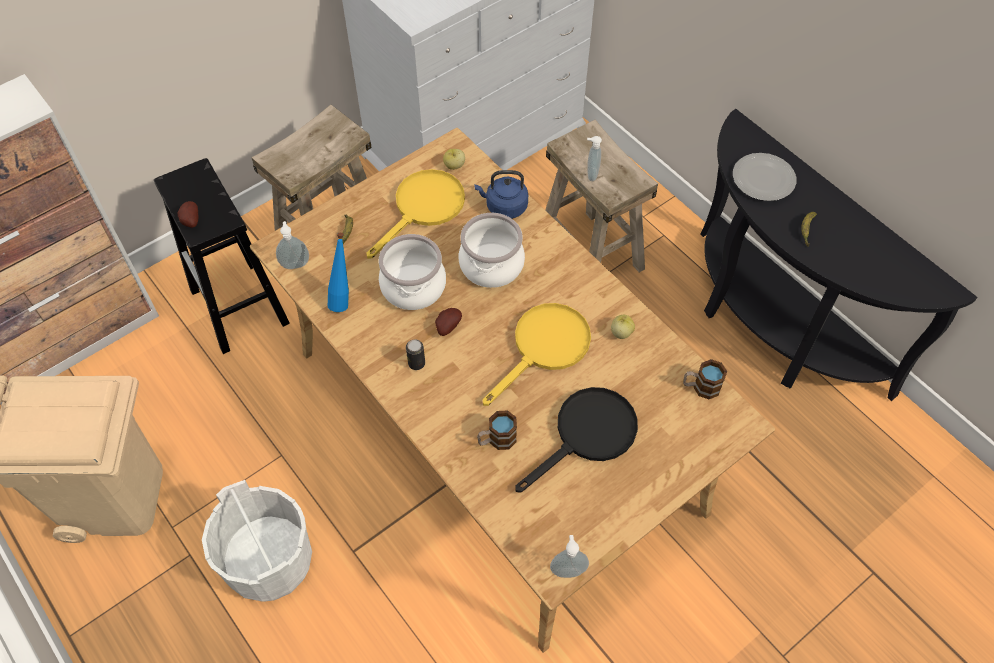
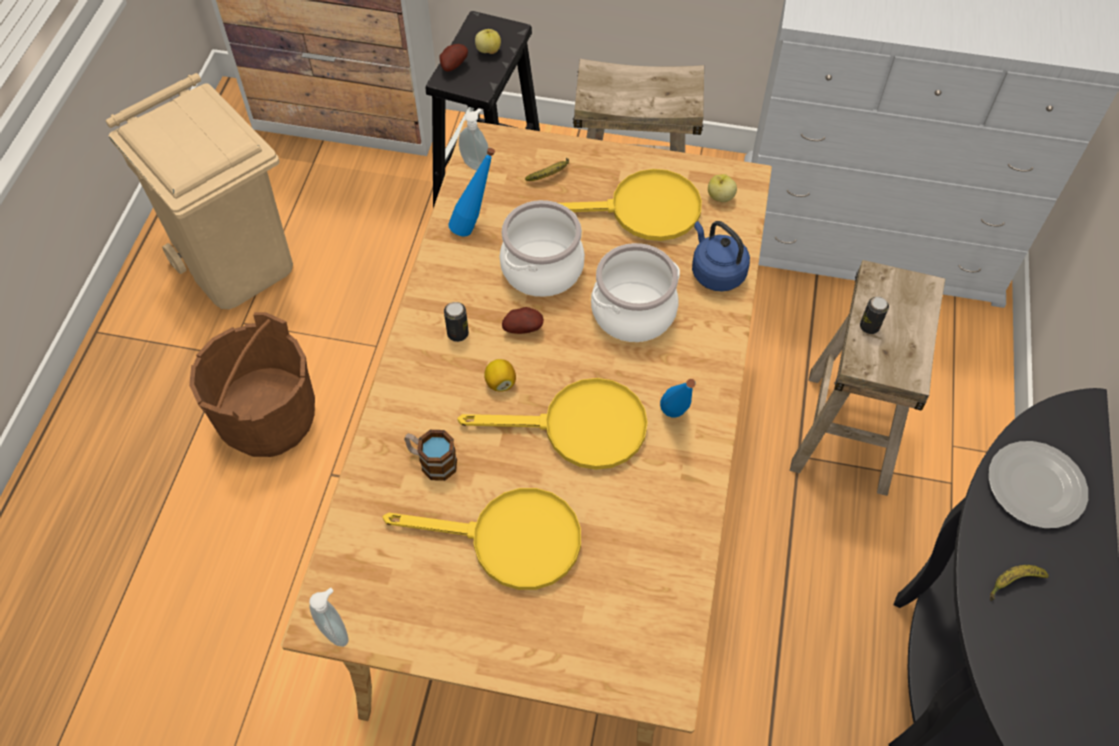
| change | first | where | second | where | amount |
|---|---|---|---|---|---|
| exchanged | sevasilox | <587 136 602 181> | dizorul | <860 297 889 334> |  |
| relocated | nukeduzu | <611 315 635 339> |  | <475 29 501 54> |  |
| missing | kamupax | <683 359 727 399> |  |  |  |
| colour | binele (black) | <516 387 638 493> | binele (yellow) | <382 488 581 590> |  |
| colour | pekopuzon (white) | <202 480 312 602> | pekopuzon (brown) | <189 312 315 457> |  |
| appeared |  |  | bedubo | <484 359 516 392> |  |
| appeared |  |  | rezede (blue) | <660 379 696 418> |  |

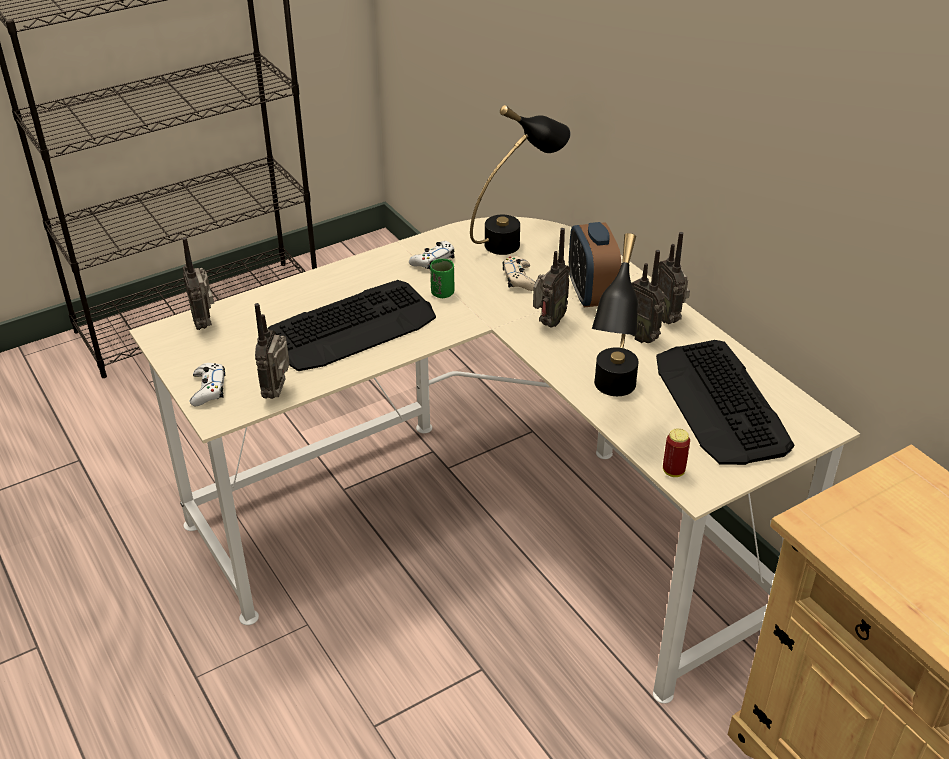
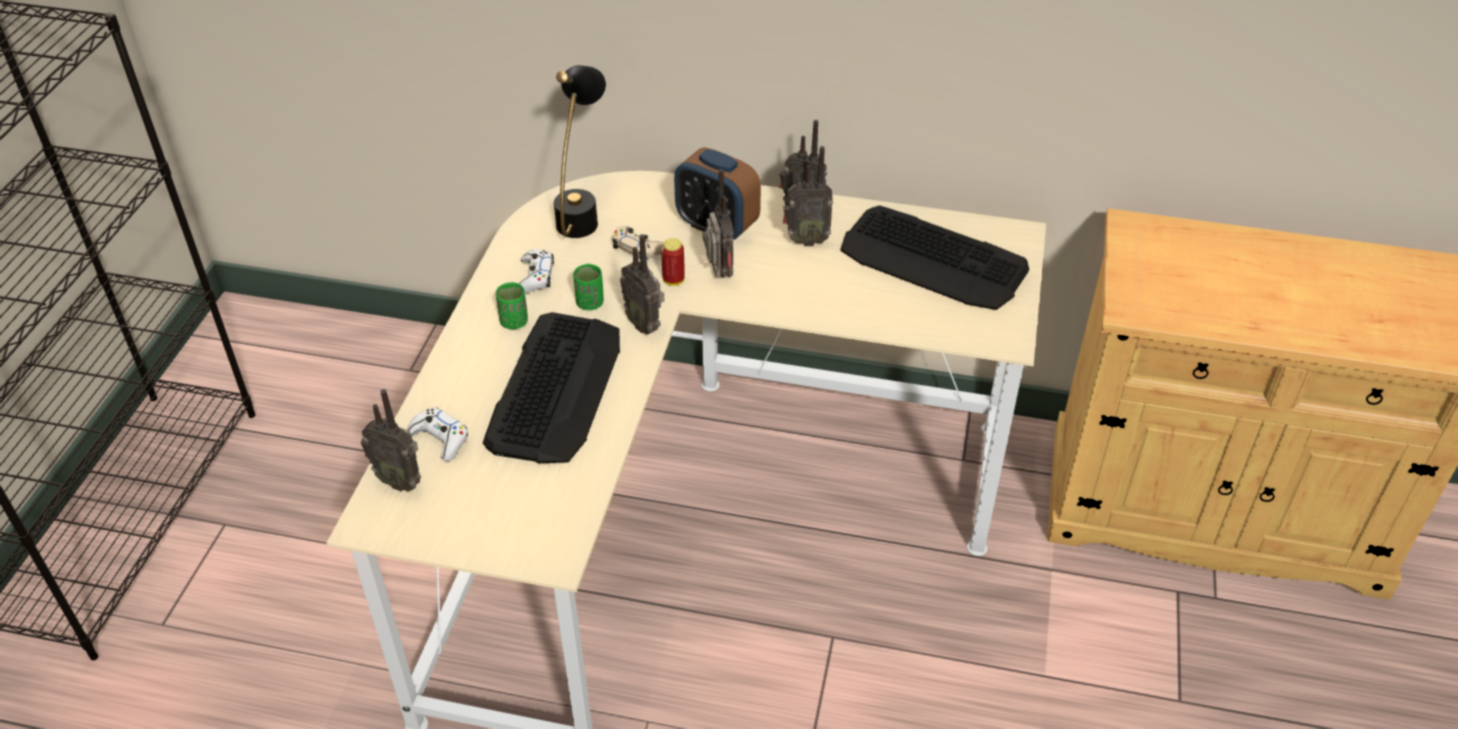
| change | first | where | second | where | amount |
|---|---|---|---|---|---|
| missing | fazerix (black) | <592 233 639 396> |  |  |  |
| relocated | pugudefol | <255 303 290 399> |  | <620 234 664 335> |  |
| relocated | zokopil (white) | <190 363 225 406> |  | <407 407 468 461> |  |
| relocated | dizorul | <663 428 690 477> |  | <661 238 685 286> |  |
| appeared |  |  | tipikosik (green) | <496 282 528 329> |  |

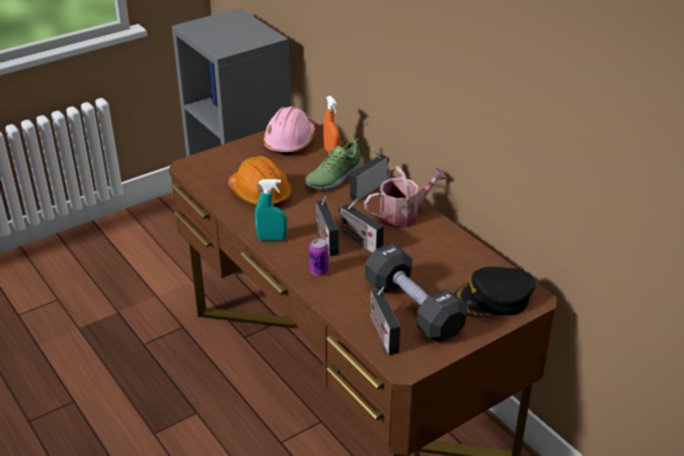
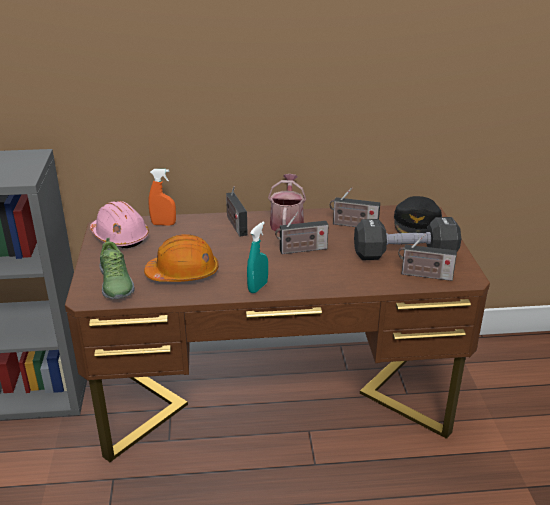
| change | first | where | second | where | amount |
|---|---|---|---|---|---|
| relocated | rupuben | <305 139 364 190> |  | <99 238 135 299> |  |
| relocated | pugudefol | <316 197 339 256> |  | <329 187 380 227> |  |
| missing | dizorul | <309 238 329 276> |  |  |  |

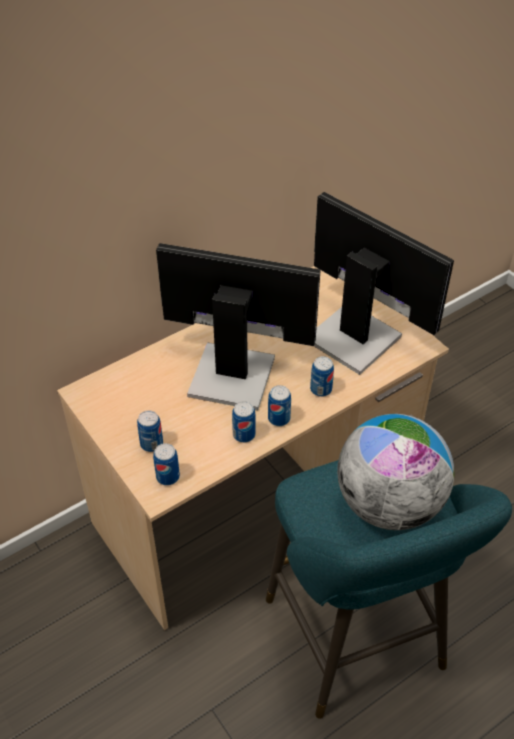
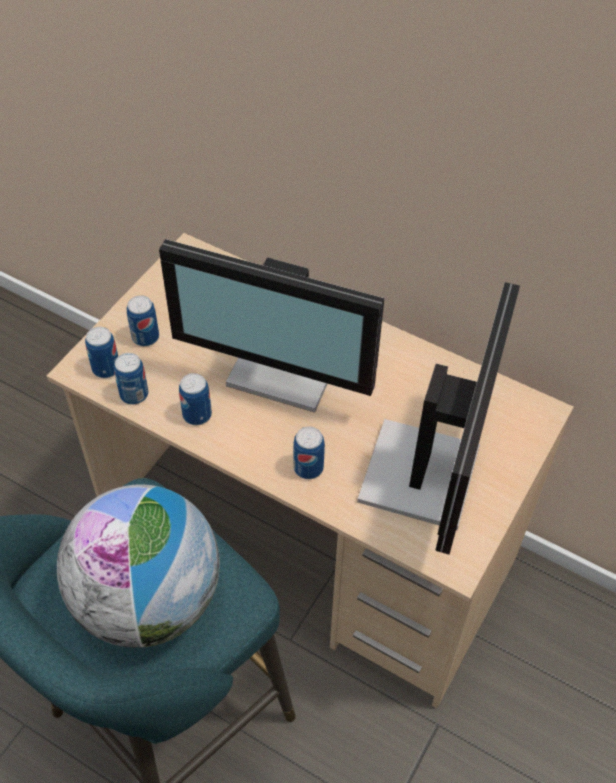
| change | first | where | second | where | amount |
|---|---|---|---|---|---|
| spun | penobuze | <156 243 321 411> |  | <159 239 384 413> | 120 degrees clockwise |
| relocated | dizorul | <268 385 291 426> |  | <114 353 148 405> |  |

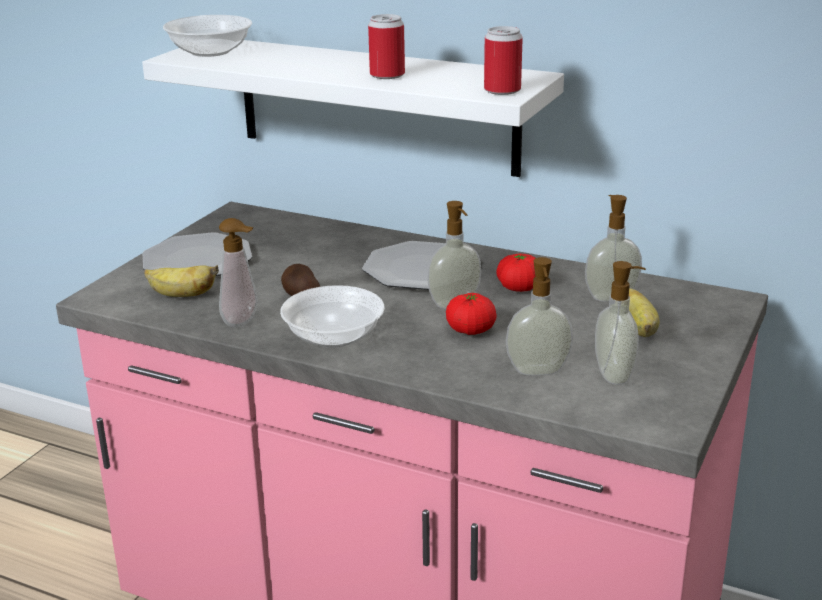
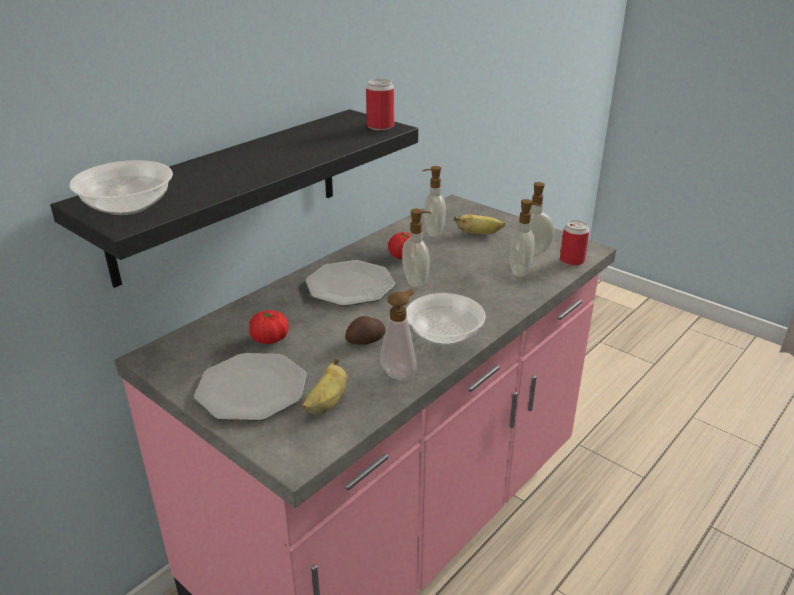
| change | first | where | second | where | amount |
|---|---|---|---|---|---|
| relocated | dizorul | <368 14 405 79> |  | <560 220 590 266> |  |
| colour | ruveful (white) | <142 40 564 177> | ruveful (black) | <50 109 418 288> |  |
| relocated | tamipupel | <446 293 496 335> |  | <249 310 289 344> |  |

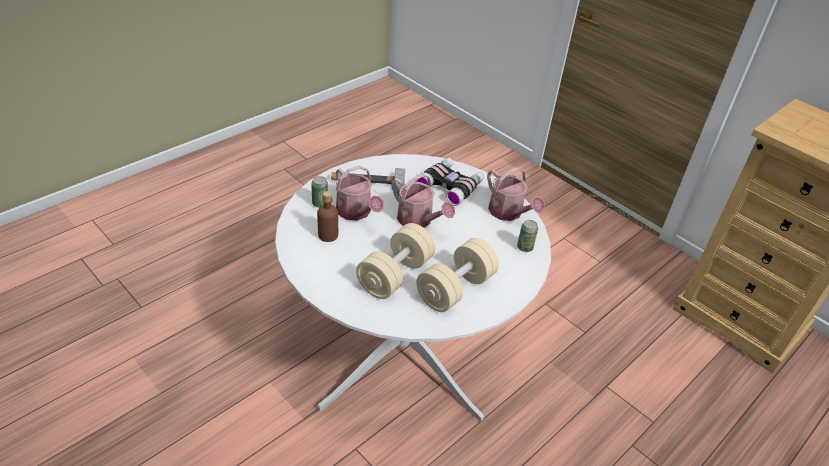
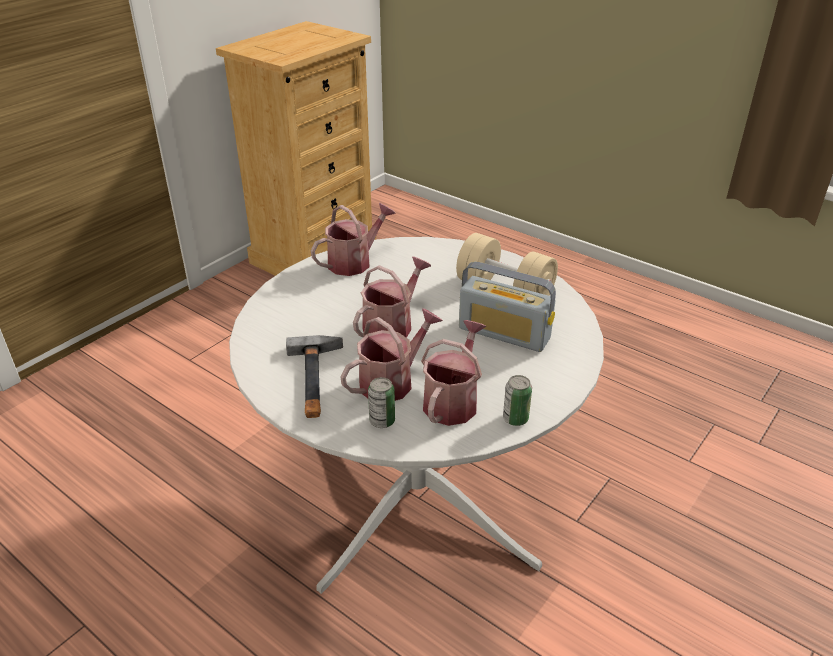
| change | first | where | second | where | amount |
|---|---|---|---|---|---|
| missing | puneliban | <416 158 484 206> |  |  |  |
| exchanged | rezede (brown) | <317 191 338 242> | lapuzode | <421 320 487 426> |  |
| relocated | dizorul | <517 220 538 252> |  | <503 375 532 426> |  |
| exchanged | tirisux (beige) | <356 223 435 299> | pugudefol | <459 262 556 352> |  |

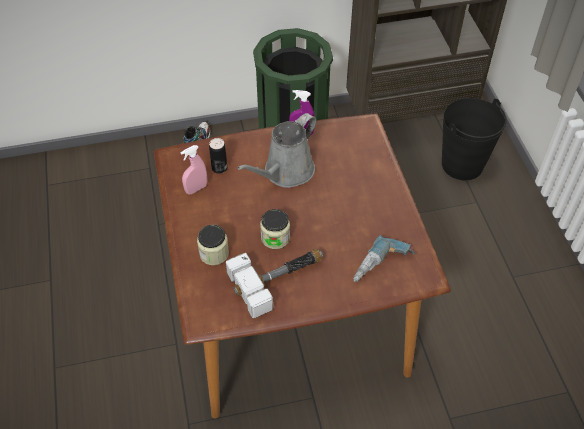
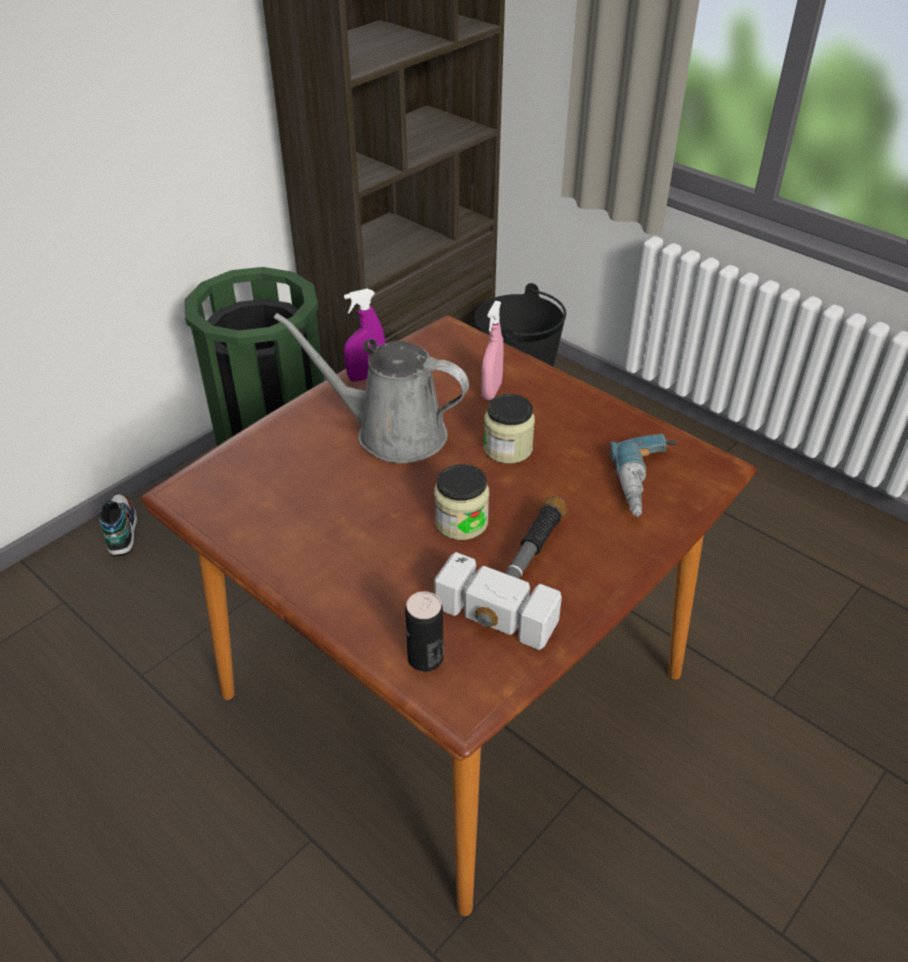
| change | first | where | second | where | amount |
|---|---|---|---|---|---|
| spun | lapuzode (grey) | <237 113 316 188> |  | <274 313 469 463> | 105 degrees clockwise |
| relocated | dizorul | <209 138 227 174> |  | <405 591 443 672> |  |
| relocated | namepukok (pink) | <181 145 207 194> |  | <481 301 504 400> |  |
| relocated | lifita | <197 225 229 265> |  | <484 394 535 464> |  |

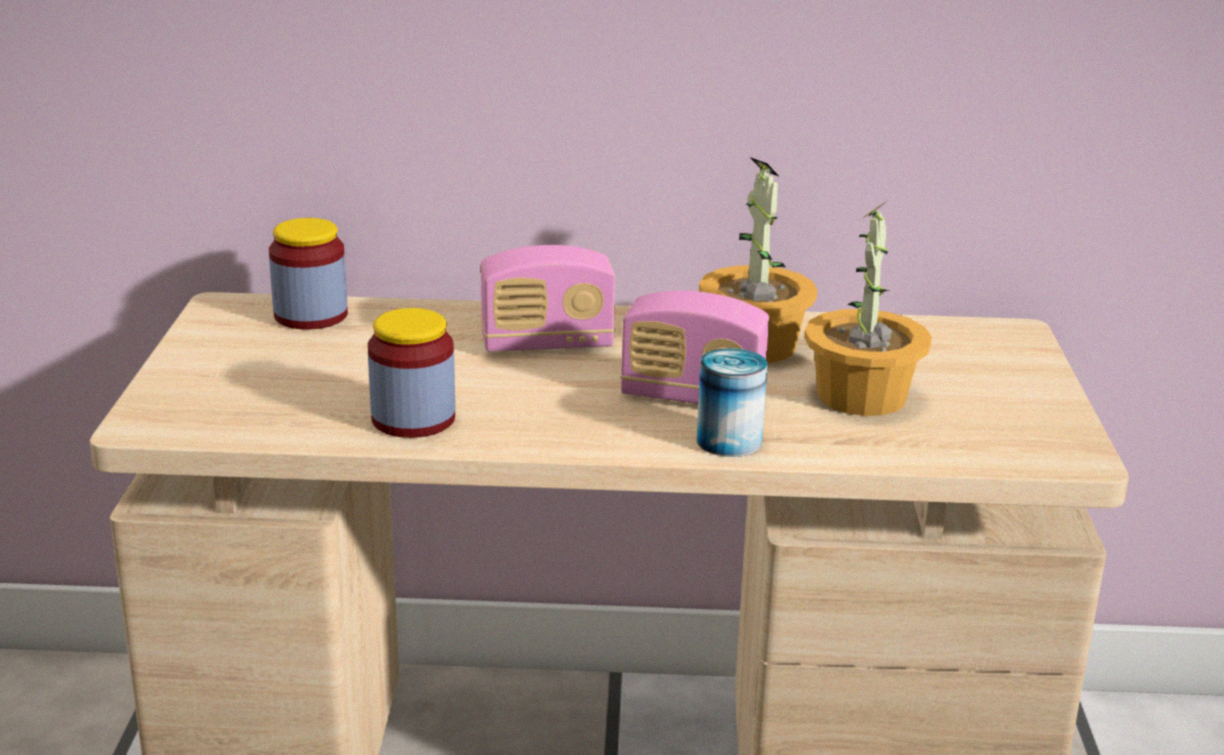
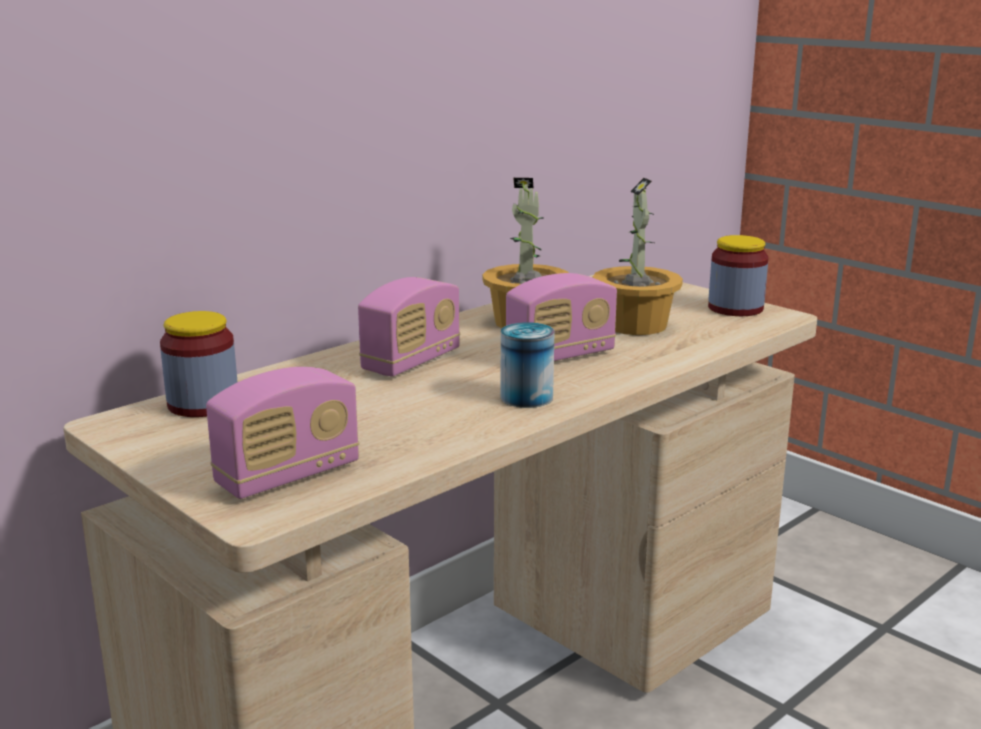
| change | first | where | second | where | amount |
|---|---|---|---|---|---|
| relocated | lifita | <368 308 455 438> |  | <708 235 768 316> |  |
| relocated | dizorul | <697 348 767 457> |  | <500 322 555 408> |  |
| appeared |  |  | pugudefol | <206 367 359 499> |  |

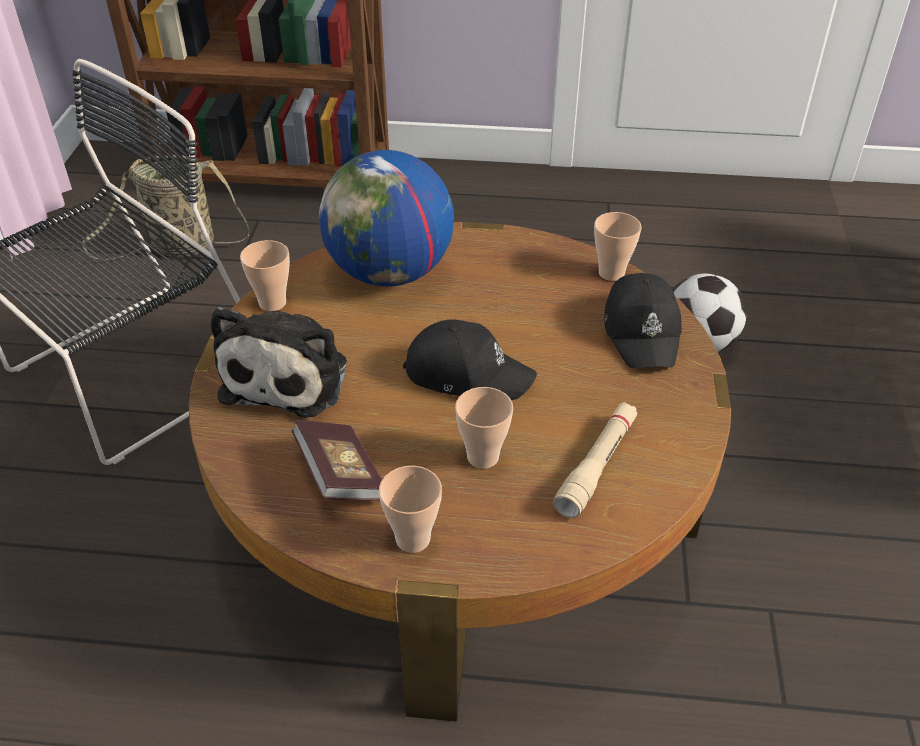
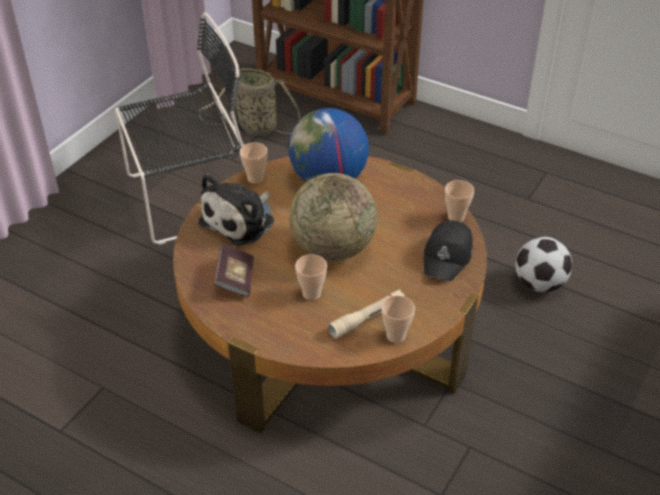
| change | first | where | second | where | amount |
|---|---|---|---|---|---|
| exchanged | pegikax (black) | <403 319 537 400> | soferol | <289 173 377 261> |  |
| relocated | tipikosik | <379 466 442 553> |  | <381 295 415 343> |  |

